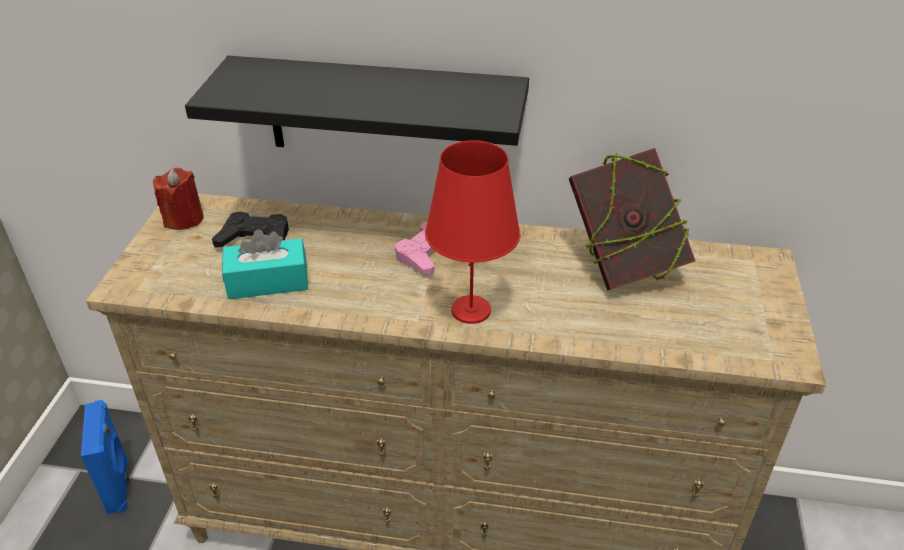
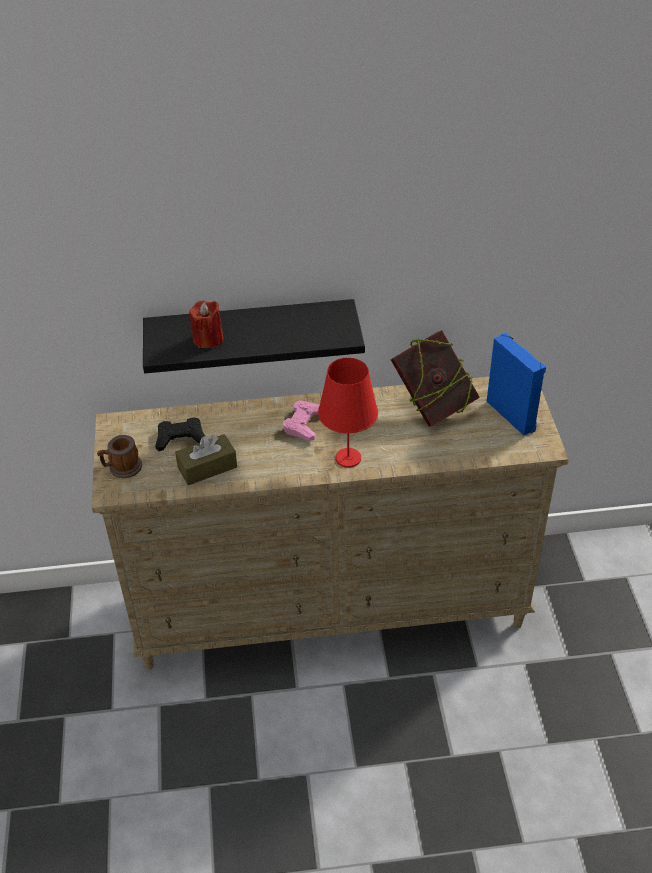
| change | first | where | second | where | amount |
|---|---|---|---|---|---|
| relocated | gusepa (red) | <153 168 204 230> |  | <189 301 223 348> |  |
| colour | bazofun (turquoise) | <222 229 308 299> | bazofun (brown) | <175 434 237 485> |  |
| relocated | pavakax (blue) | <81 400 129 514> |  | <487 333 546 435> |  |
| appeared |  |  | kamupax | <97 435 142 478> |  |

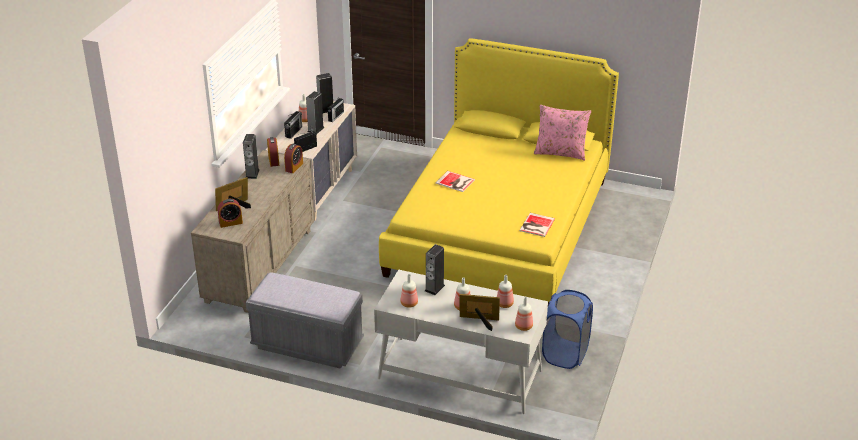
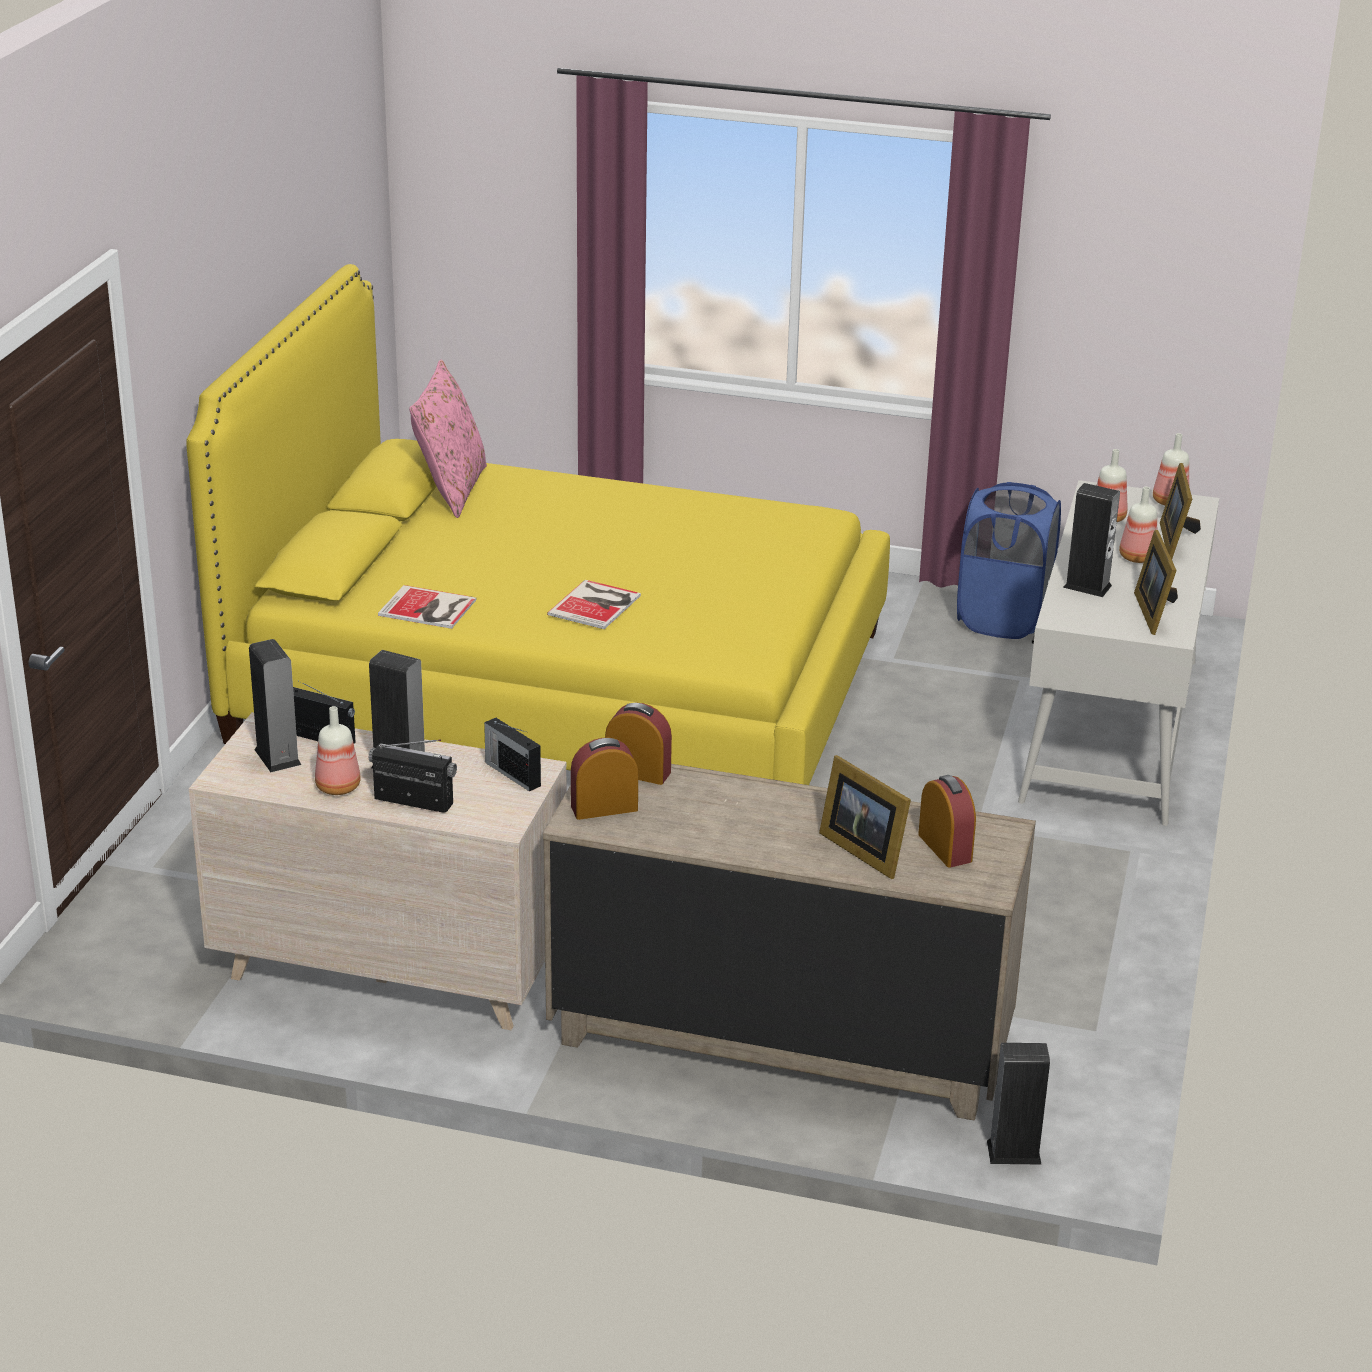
| change | first | where | second | where | amount |
|---|---|---|---|---|---|
| relocated | pavakax | <243 134 260 179> |  | <987 1043 1050 1165> |  |
| relocated | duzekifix | <520 213 555 237> |  | <378 585 477 629> |  |
| missing | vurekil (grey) | <246 272 364 369> |  |  |  |
| exchanged | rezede | <400 274 418 307> | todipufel | <1134 530 1178 635> |  |

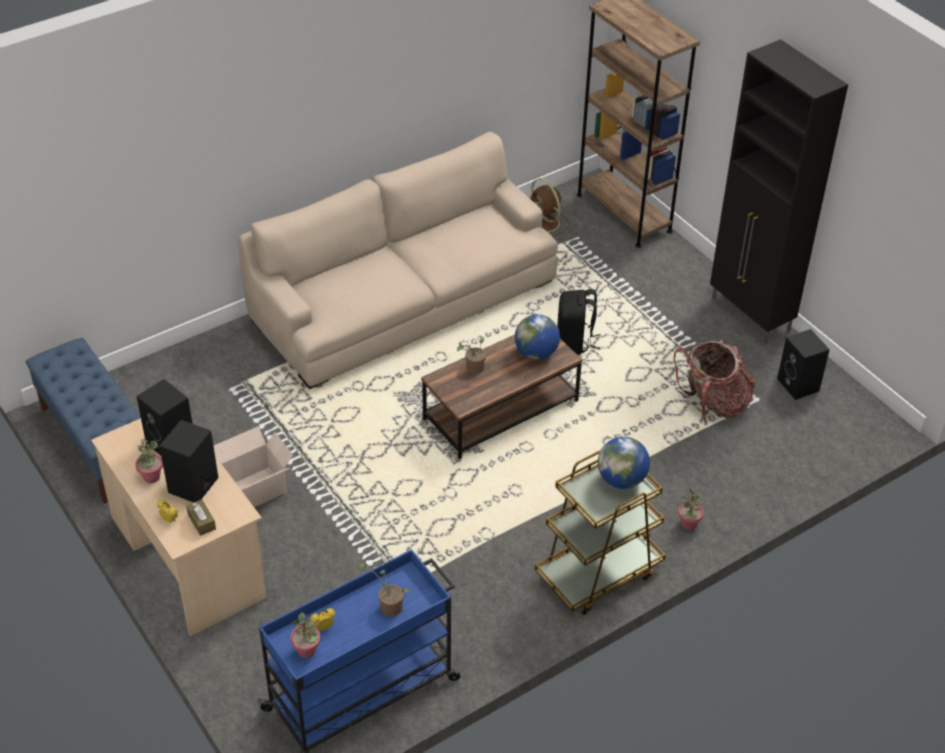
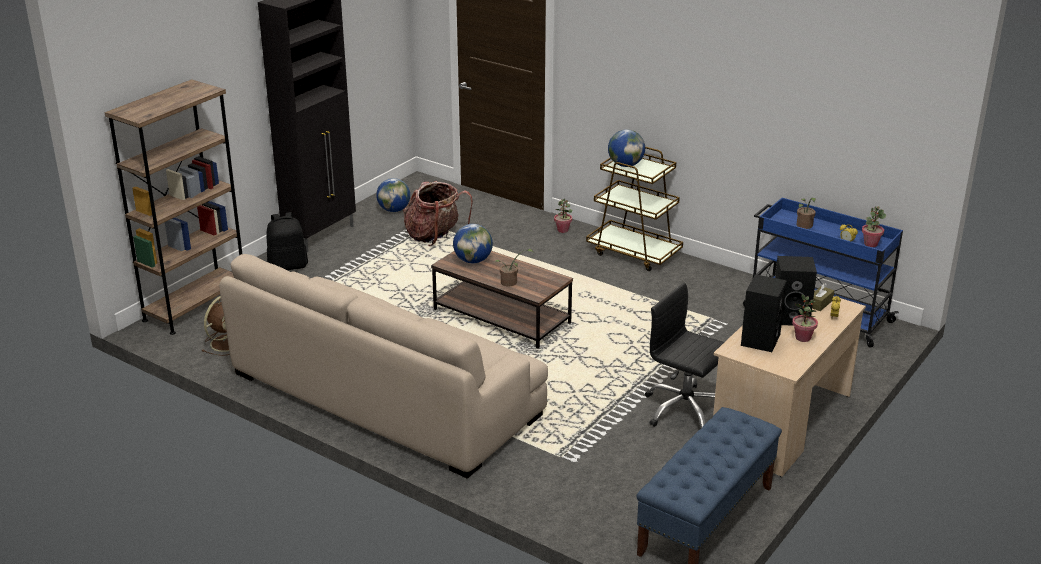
| change | first | where | second | where | amount |
|---|---|---|---|---|---|
| relocated | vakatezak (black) | <557 289 601 355> |  | <266 212 308 270> |  |
| exchanged | pavakax (black) | <777 329 830 400> | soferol | <376 178 410 212> |  |
| exchanged | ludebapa | <214 426 293 507> | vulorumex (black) | <645 283 724 428> |  |

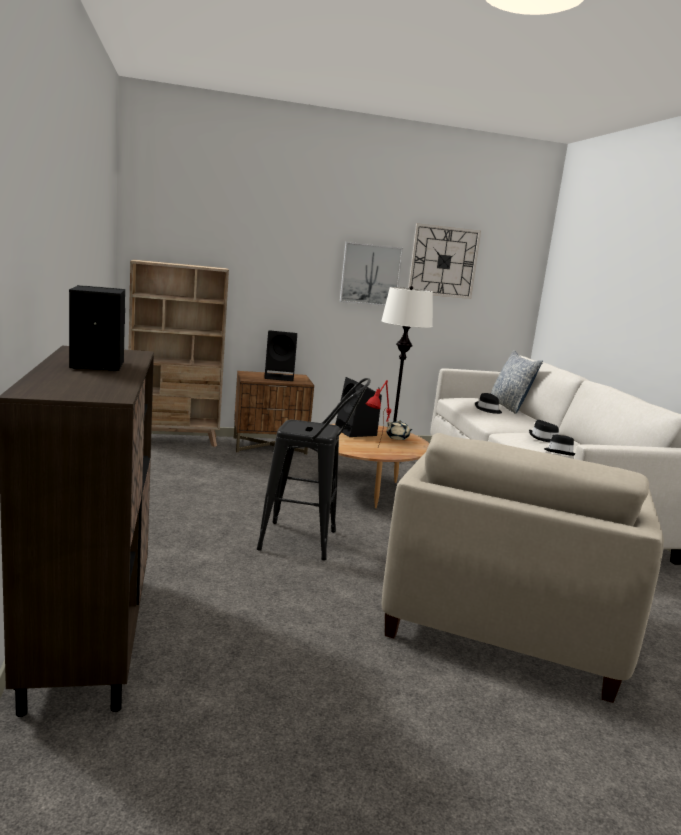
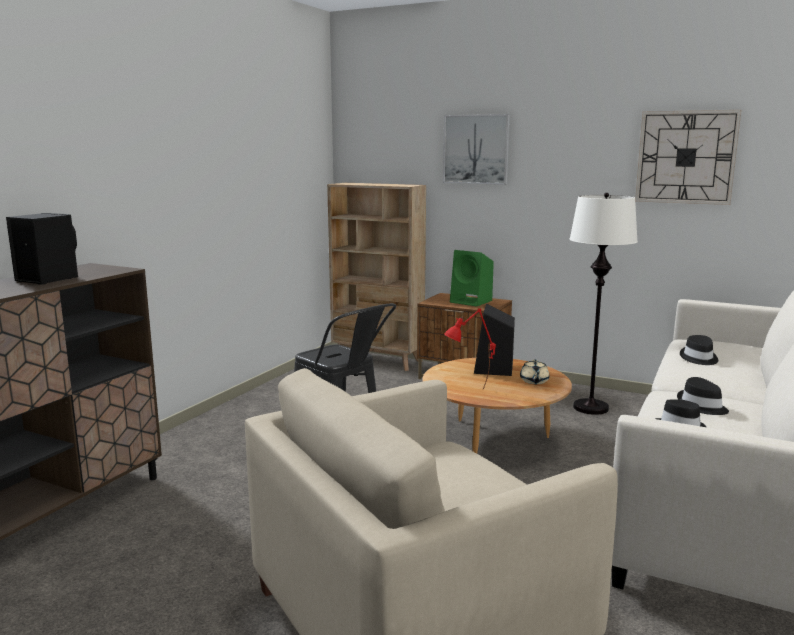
| change | first | where | second | where | amount |
|---|---|---|---|---|---|
| relocated | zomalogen | <340 242 403 306> |  | <443 114 510 185> |  |
| colour | pavakax (black) | <264 330 297 381> | pavakax (green) | <450 250 494 307> |  |
| missing | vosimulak | <491 350 543 414> |  |  |  |

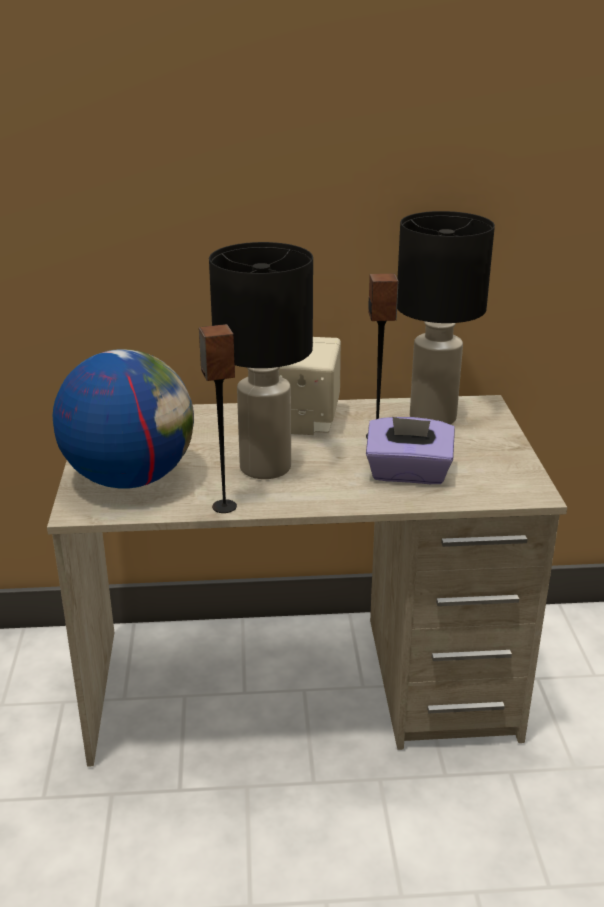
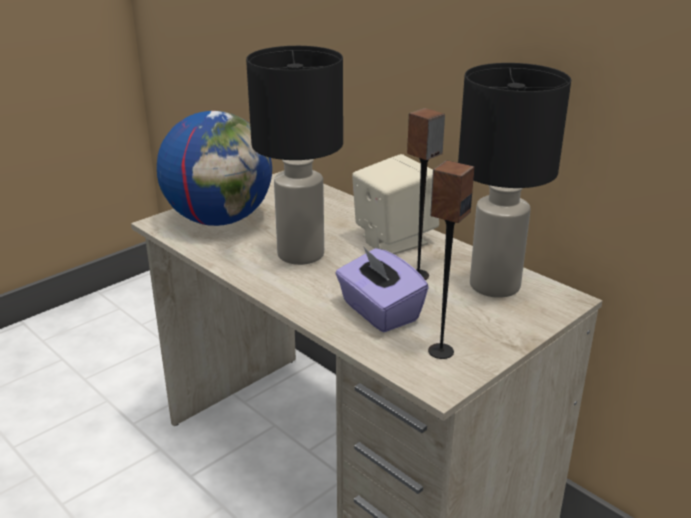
| change | first | where | second | where | amount |
|---|---|---|---|---|---|
| relocated | pavakax | <199 324 237 513> |  | <428 161 474 359> |  |

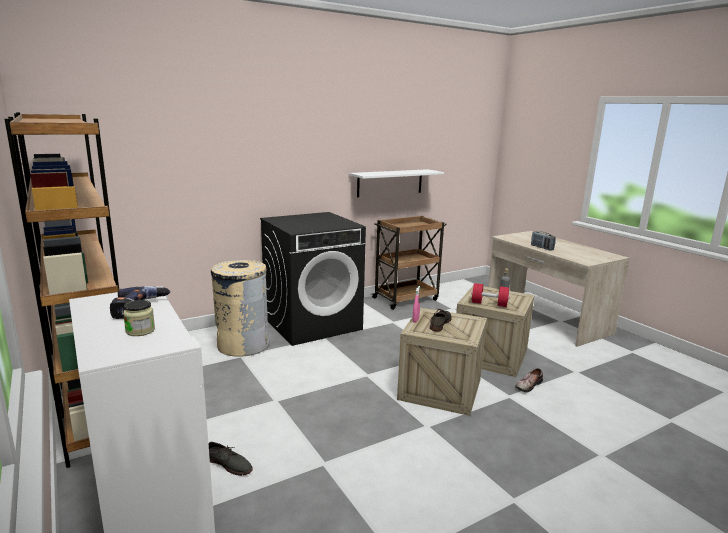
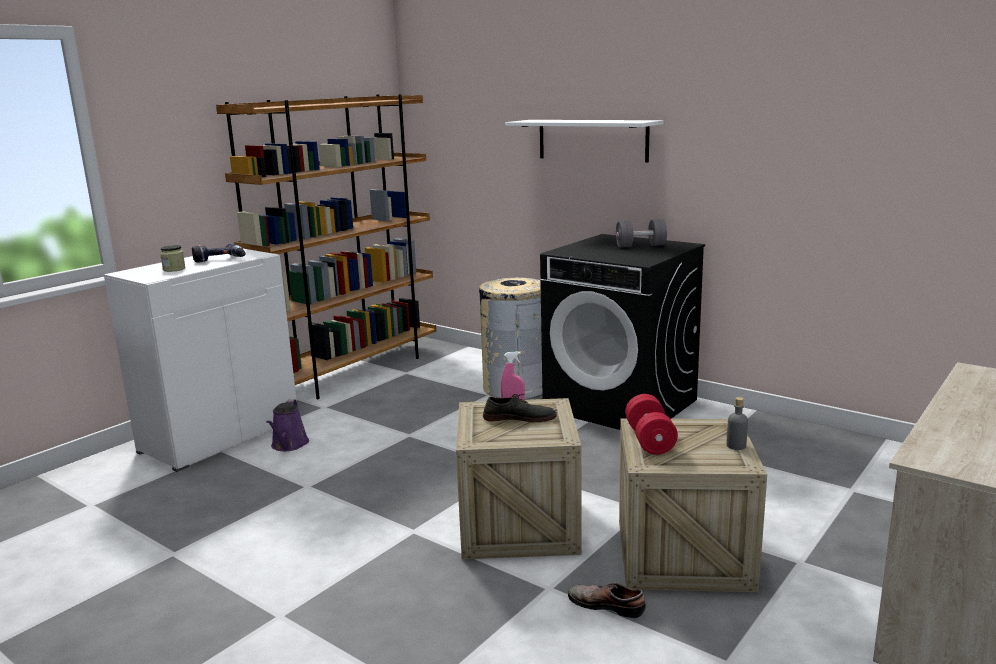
| change | first | where | second | where | amount |
|---|---|---|---|---|---|
| relocated | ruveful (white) | <350 169 444 197> |  | <505 120 664 162> |  |
| missing | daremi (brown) | <371 216 447 310> |  |  |  |
| missing | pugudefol | <531 231 556 250> |  |  |  |
| exchanged | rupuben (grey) | <208 442 253 476> | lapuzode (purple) | <266 399 309 451> |  |
| appeared |  |  | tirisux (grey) | <616 219 667 248> |  |

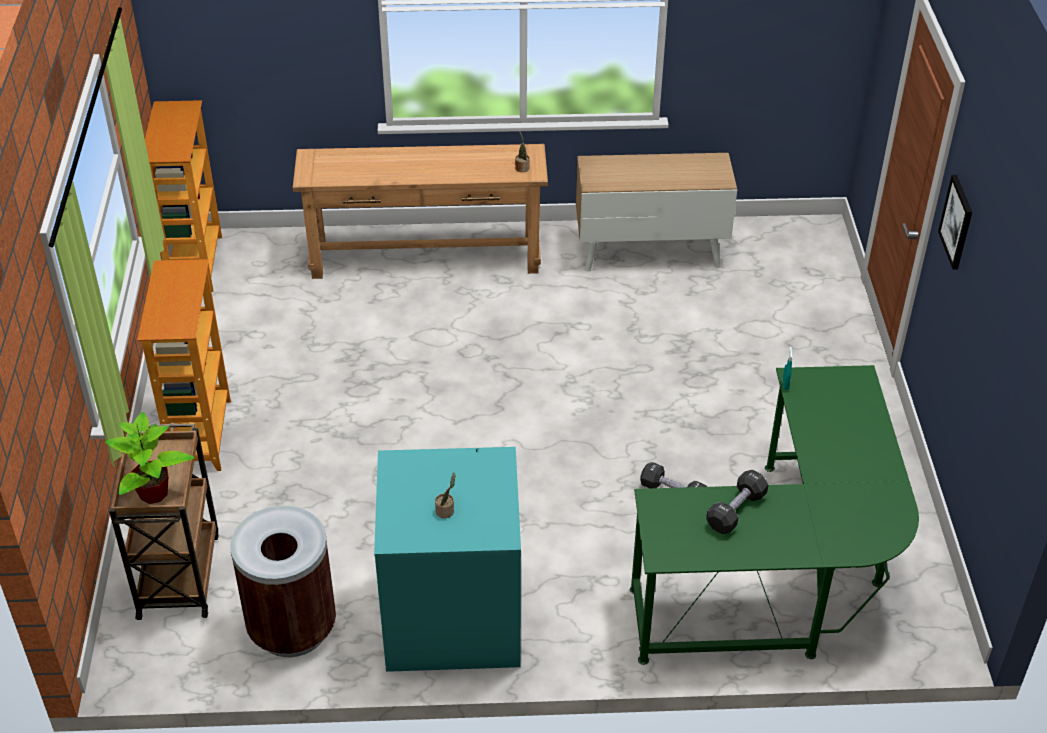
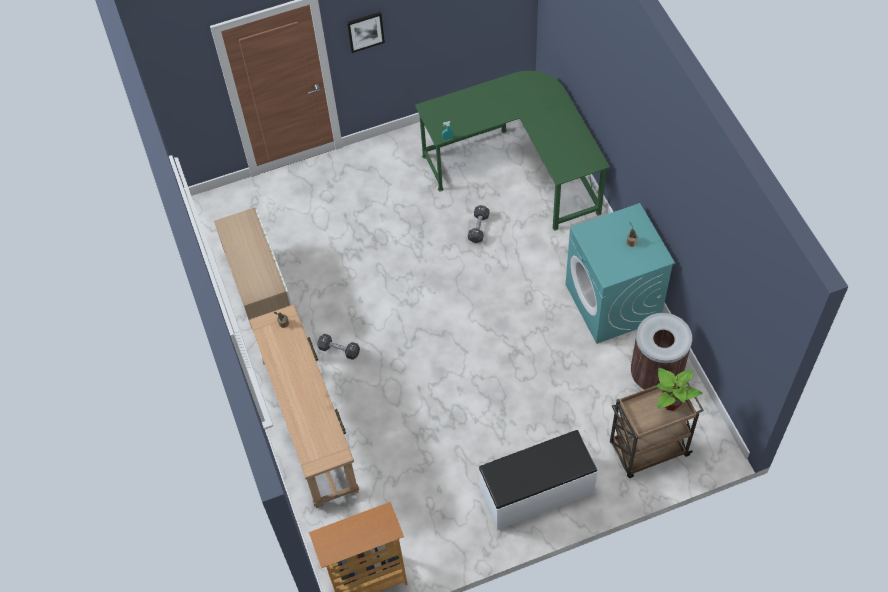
| change | first | where | second | where | amount |
|---|---|---|---|---|---|
| exchanged | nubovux | <137 259 231 471> | vurekil (white) | <479 430 598 530> |  |
| relocated | tirisux (black) | <706 470 768 534> |  | <317 334 360 360> |  |

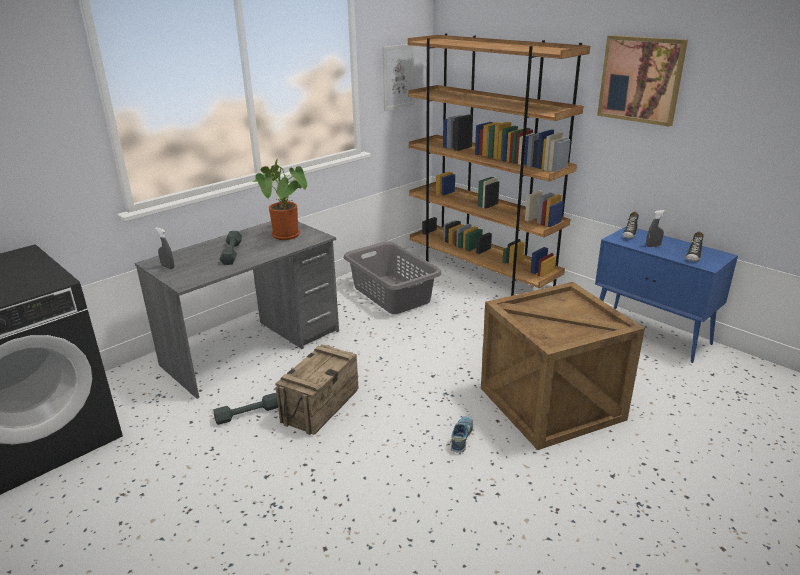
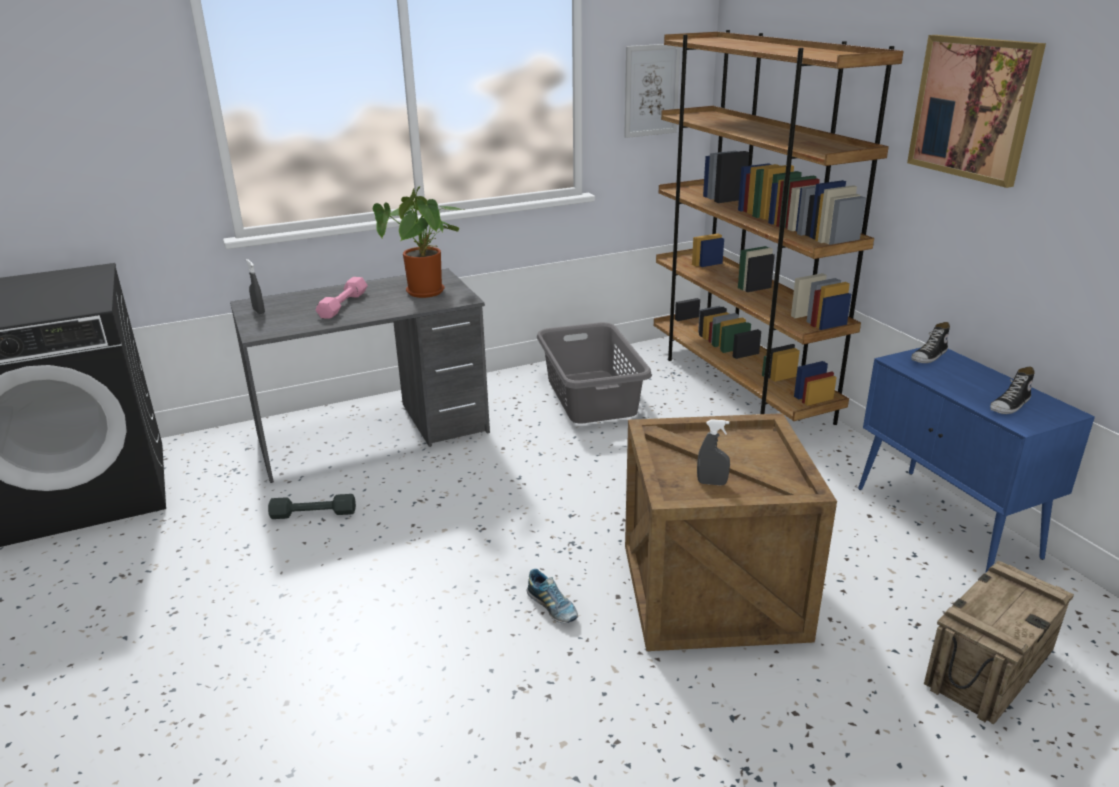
| change | first | where | second | where | amount |
|---|---|---|---|---|---|
| relocated | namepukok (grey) | <646 210 666 247> |  | <697 419 730 485> |  |
| colour | tirisux (grey) | <219 231 242 265> | tirisux (pink) | <315 277 368 319> |  |
| relocated | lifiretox | <275 344 358 435> |  | <924 560 1074 724> |  |
| spun | rupuben | <451 416 473 453> |  | <527 569 578 624> | 105 degrees clockwise |

